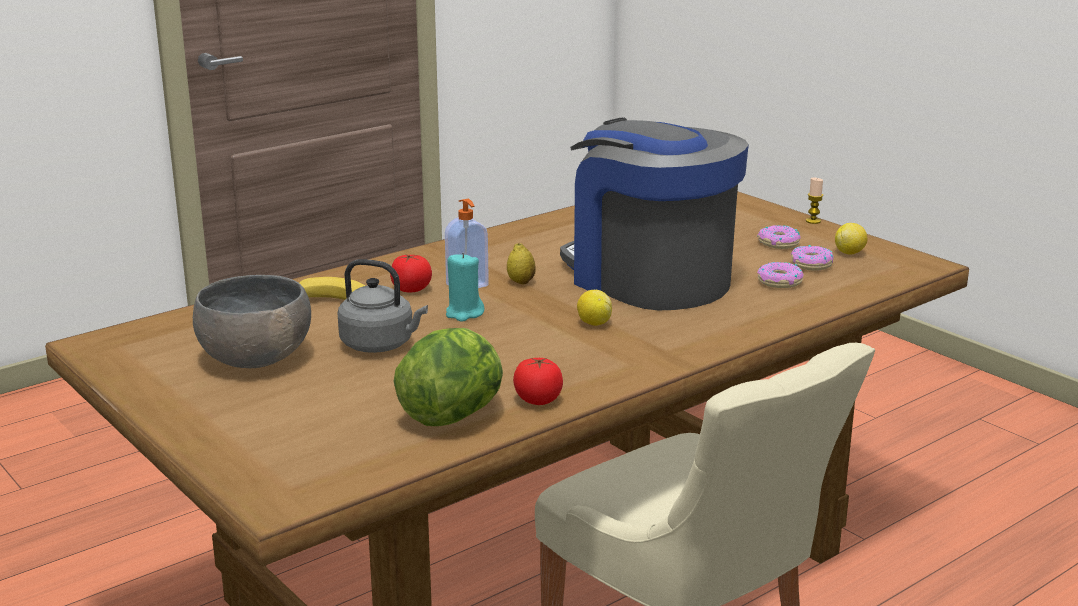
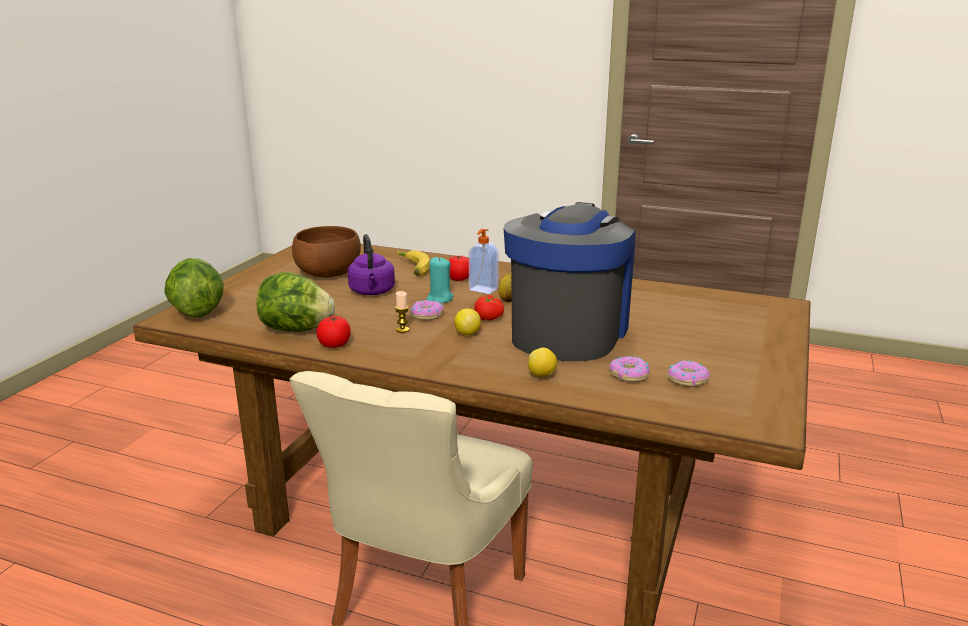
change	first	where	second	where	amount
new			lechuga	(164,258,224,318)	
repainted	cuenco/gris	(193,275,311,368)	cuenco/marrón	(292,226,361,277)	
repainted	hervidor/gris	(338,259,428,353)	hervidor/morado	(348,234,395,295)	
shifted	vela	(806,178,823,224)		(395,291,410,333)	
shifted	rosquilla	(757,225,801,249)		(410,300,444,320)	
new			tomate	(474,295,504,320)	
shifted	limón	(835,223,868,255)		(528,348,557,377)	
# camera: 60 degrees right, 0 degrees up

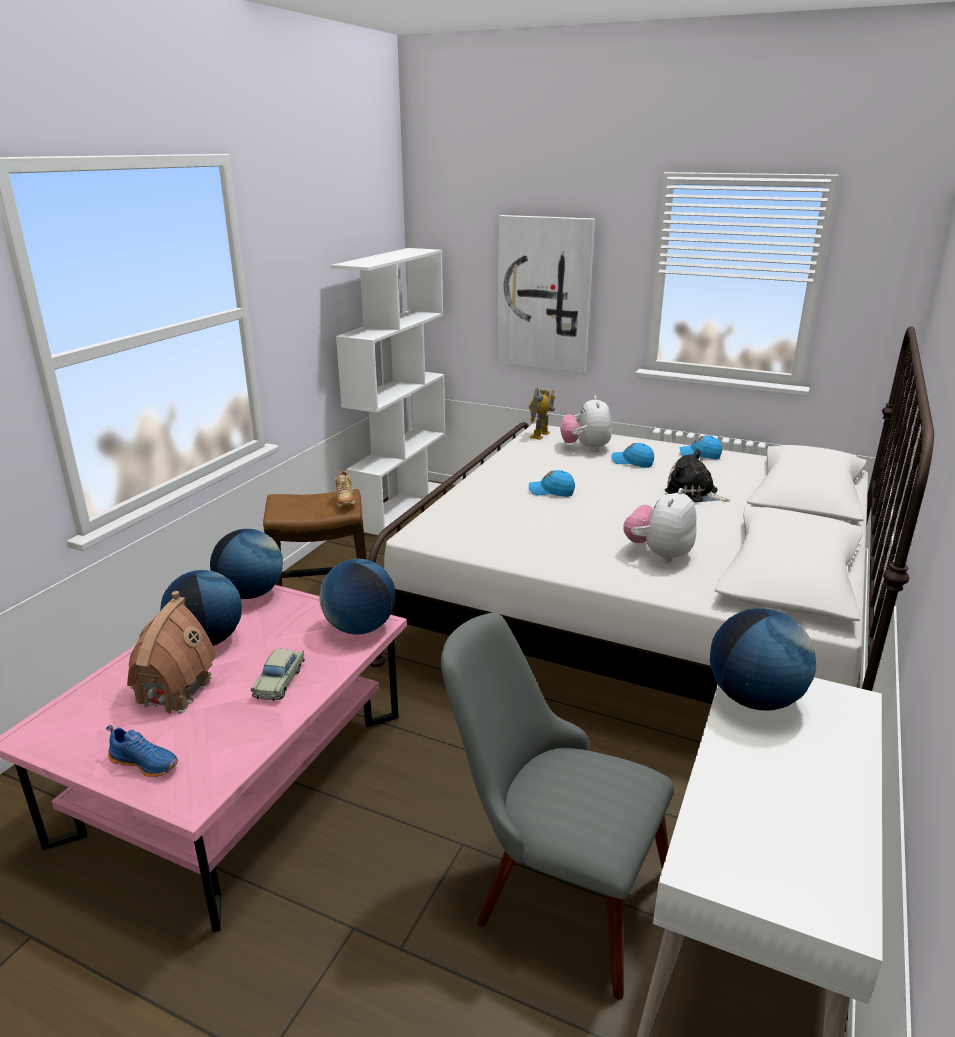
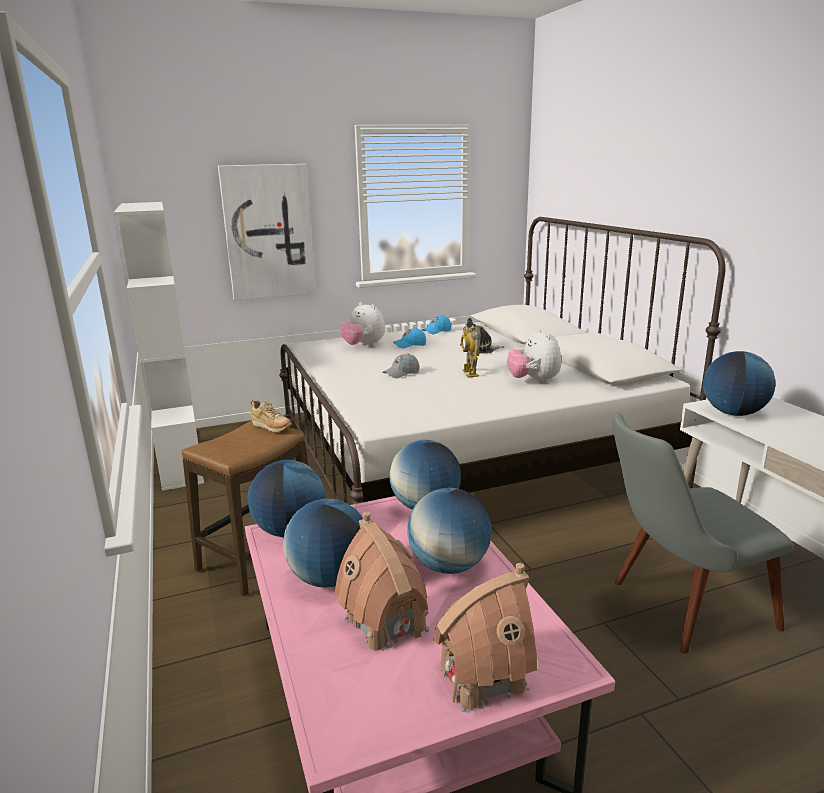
change	first	where	second	where	amount
repainted	gorra/azul	(529,470,575,497)	gorra/gris	(383,353,419,378)	
swapped	coche de juguete/beis	(251,648,305,701)	globo terráqueo	(407,488,491,574)	
swapped	zapato/azul	(106,725,178,777)	casita	(433,563,537,713)	
shifted	robot de juguete	(529,388,555,440)		(461,325,481,378)	
# camera: 45 degrees left, 5 degrees down

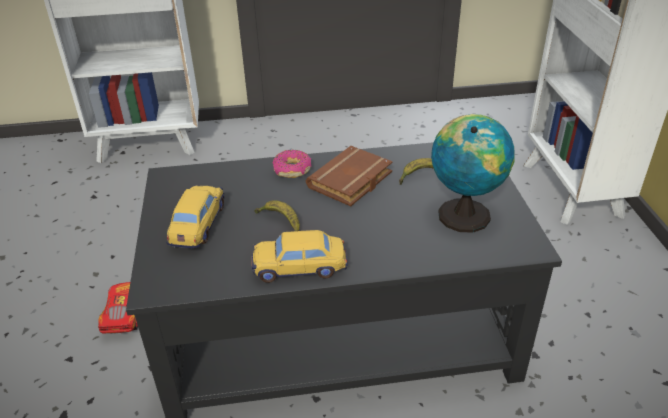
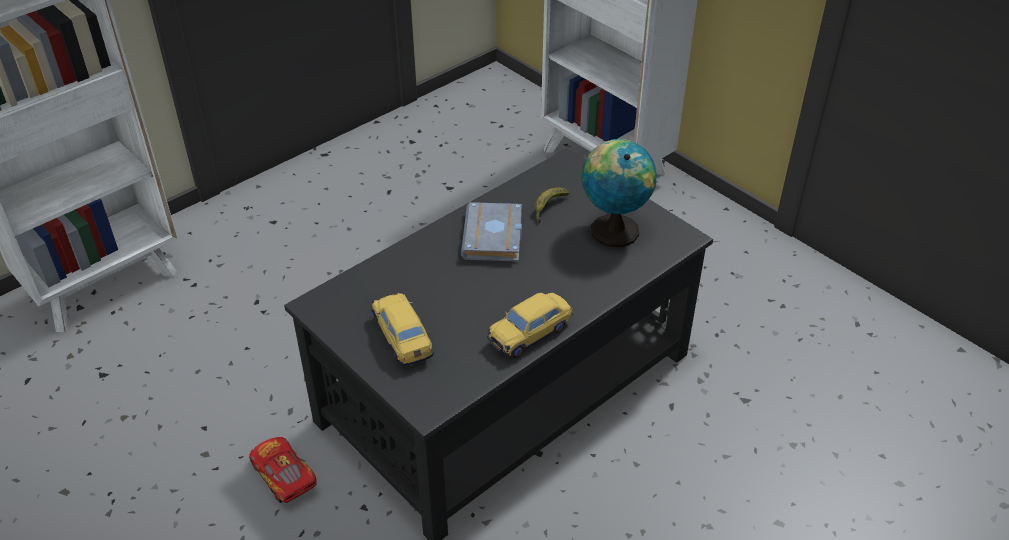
change	first	where	second	where	amount
repainted	libro/marrón	(306,146,393,206)	libro/gris	(461,202,522,262)	
gone	plátano	(255,200,300,231)			
gone	rosquilla	(272,150,312,178)			
# camera: 35 degrees left, 5 degrees up

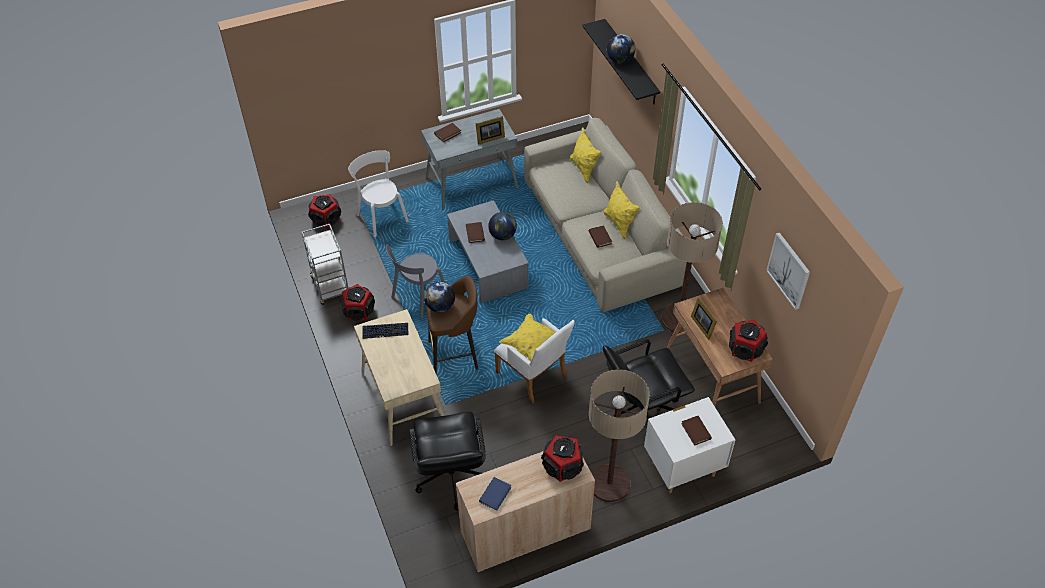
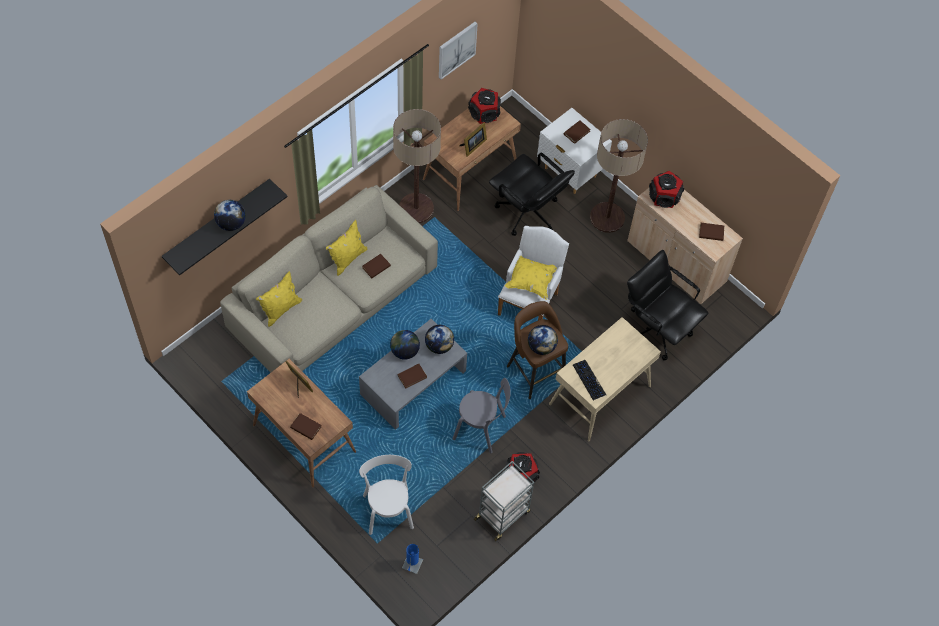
change	first	where	second	where	amount
repainted	escritorio/gris	(421,109,518,210)	escritorio/marrón	(247,359,356,488)	
rotated	silla/blanco	(348,150,409,237)		(359,455,414,535)	135 degrees clockwise
swapped	altavoz	(308,194,341,229)	lámpara de mesa/azul	(402,544,423,574)	
new			globo terráqueo	(425,325,454,354)	
rotated	silla de oficina/negro	(410,411,486,511)		(627,250,708,361)	105 degrees counterclockwise
repainted	libro/azul	(479,477,511,511)	libro/marrón	(699,223,724,241)	
# camera: 115 degrees left, 10 degrees up

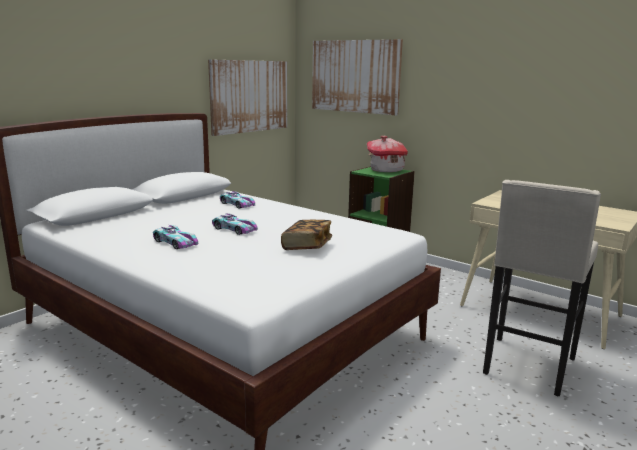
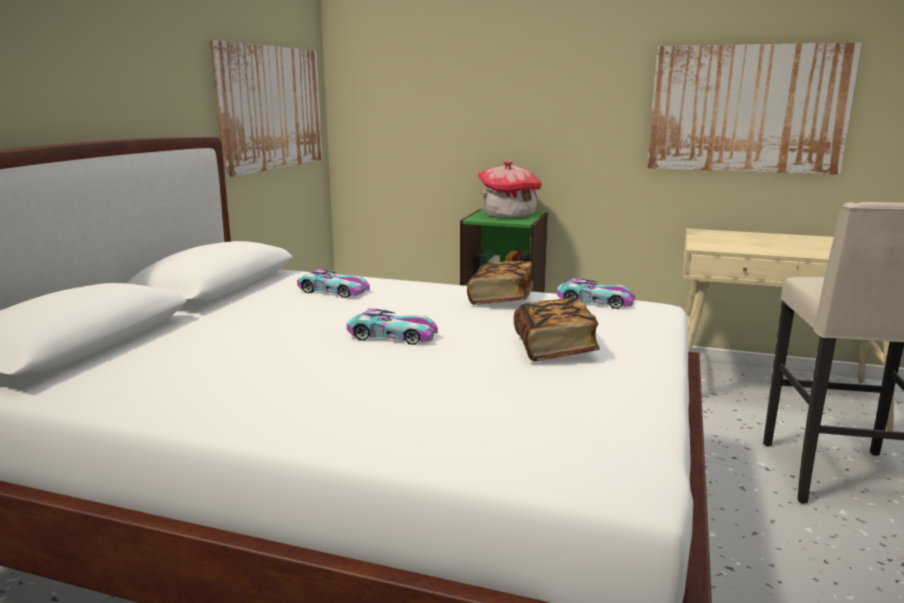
change	first	where	second	where	amount
new			libro	(467,261,533,305)	
shifted	coche de juguete	(153,225,198,249)		(557,278,635,309)	
shifted	cuadro	(312,39,403,115)		(647,42,862,175)	
# camera: 20 degrees left, 0 degrees up

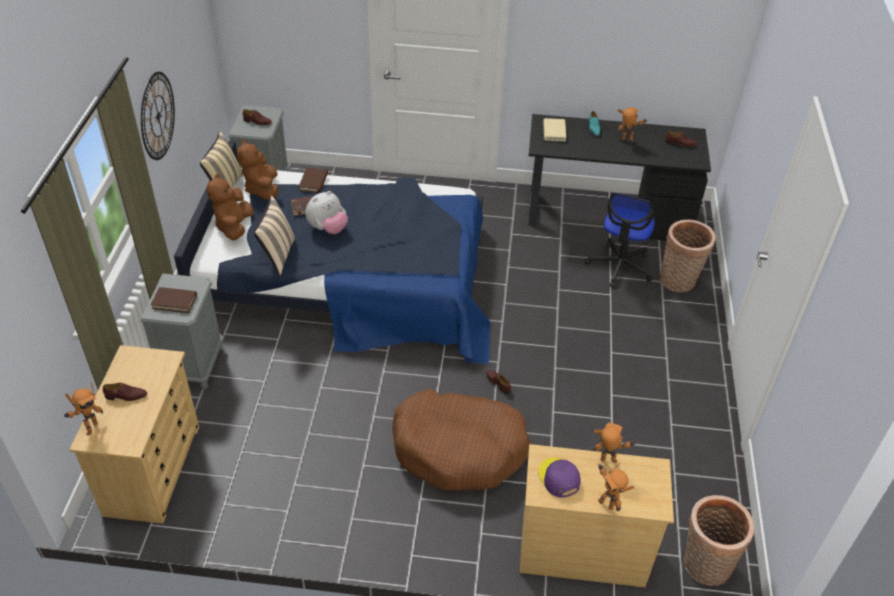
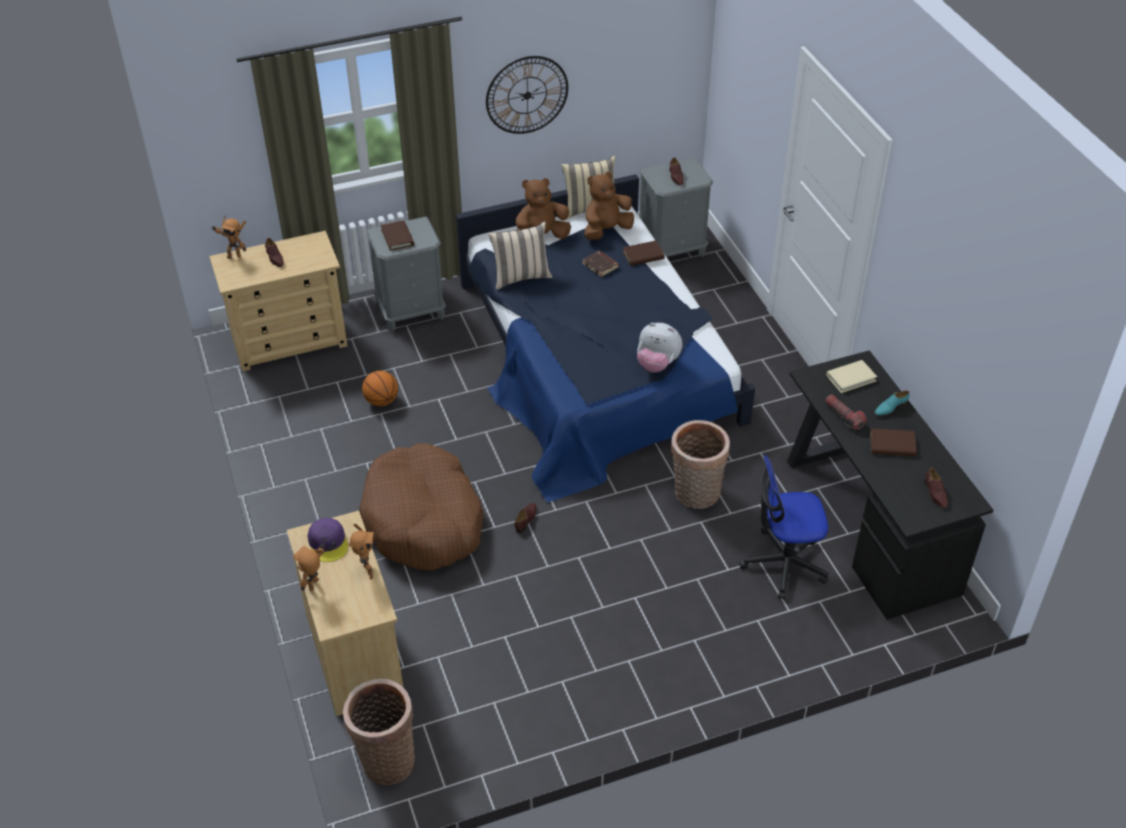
change	first	where	second	where	amount
rotated	gorra/morado	(538,458,581,498)		(307,518,348,562)	120 degrees clockwise
new			balón de baloncesto	(362,371,398,406)	
shifted	peluche	(305,191,348,234)		(637,323,682,373)	
shifted	cesta	(660,219,716,292)		(671,420,730,509)	
new			linterna	(825,394,866,430)	
swapped	robot de juguete	(617,107,647,142)	libro/marrón	(870,428,917,456)	
# camera: 65 degrees right, 0 degrees up

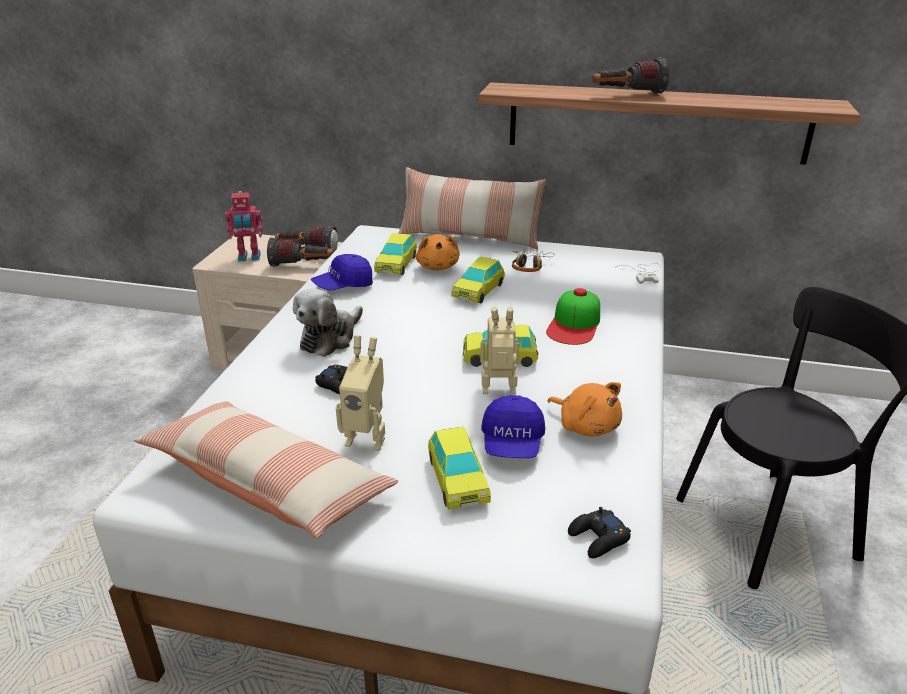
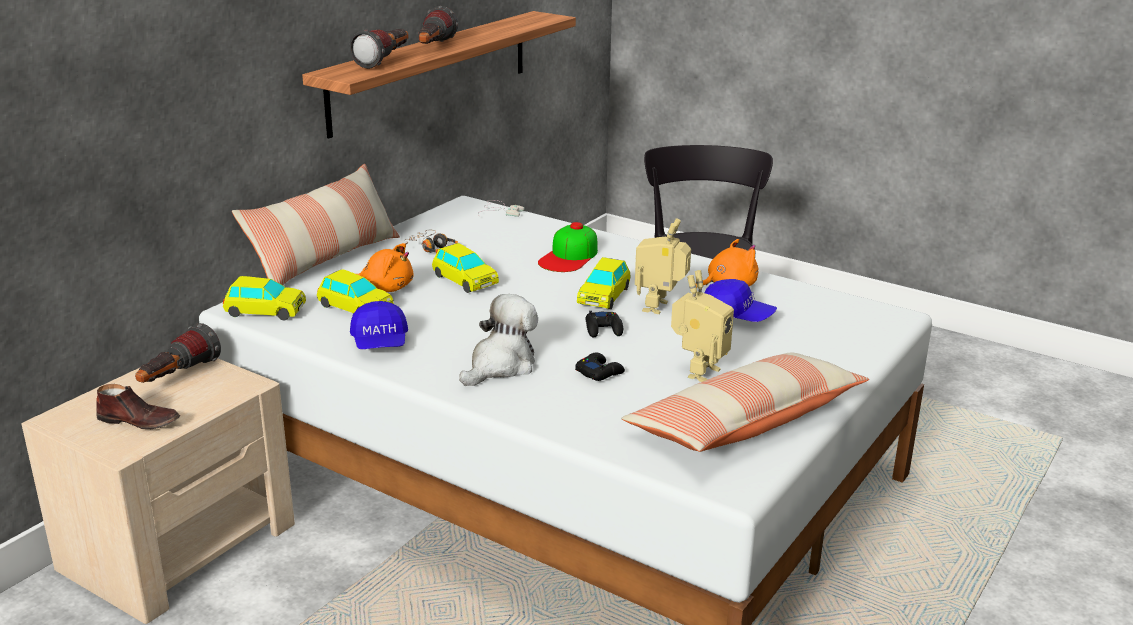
change	first	where	second	where	amount
swapped	robot de juguete	(225,191,263,261)	zapato/marrón	(96,384,180,429)	
shifted	coche de juguete	(428,427,491,510)		(223,276,306,320)	
shifted	linterna	(267,237,334,267)		(349,29,409,69)	
rotated	peluche	(293,288,363,357)		(459,294,538,386)	105 degrees counterclockwise
rotated	gorra	(546,288,600,345)		(538,222,598,272)	75 degrees clockwise
shifted	mando de consola/negro	(568,507,631,558)		(586,311,623,338)	
# camera: 70 degrees left, 5 degrees down

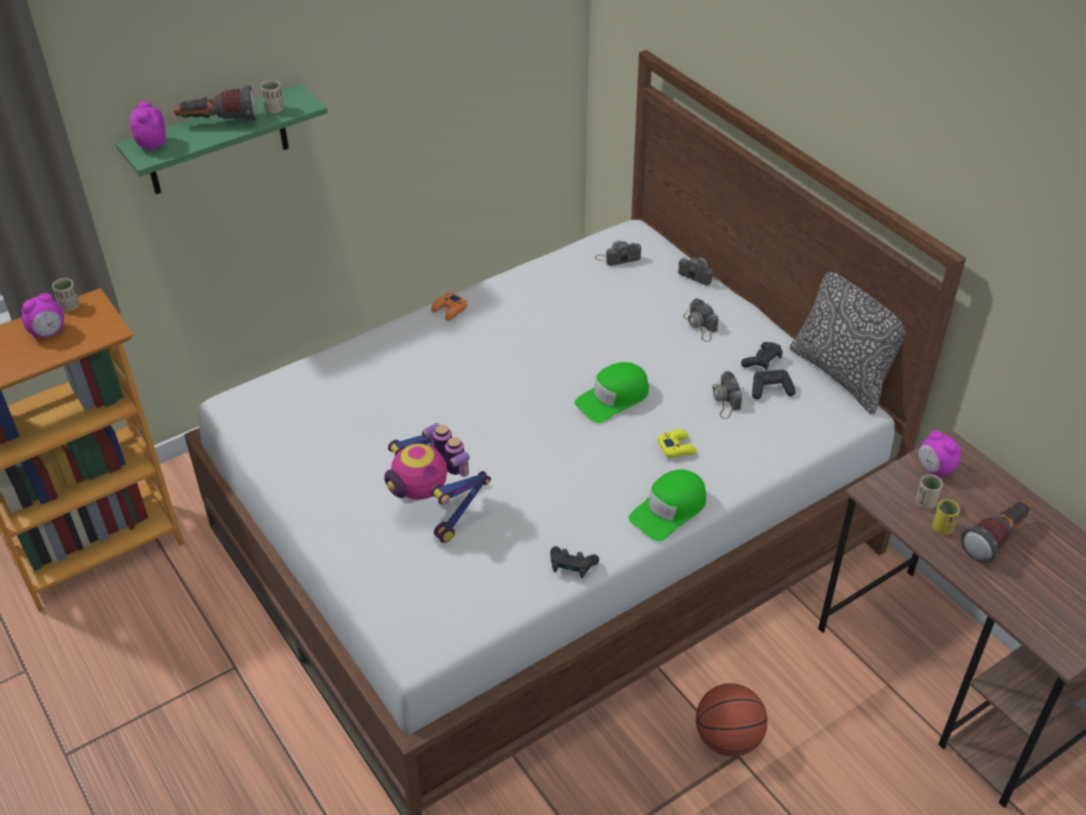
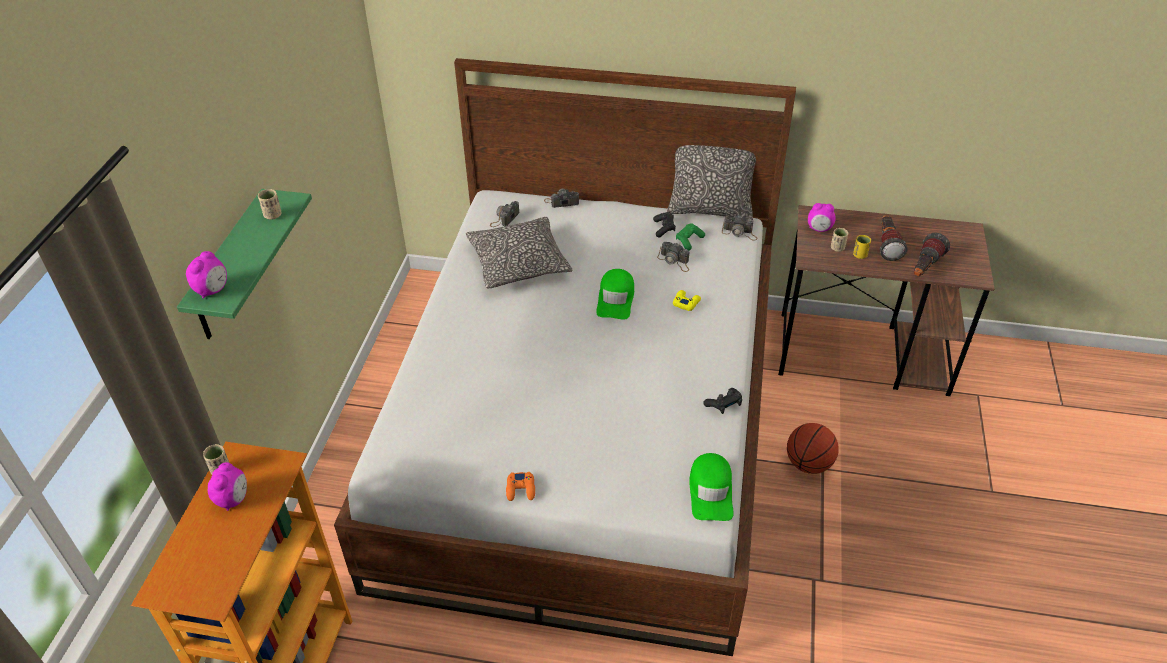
change	first	where	second	where	amount
rotated	despertador	(130,102,166,152)		(186,251,227,299)	105 degrees counterclockwise
new			cojín	(466,217,573,288)	
shifted	mando de consola/naranja	(431,292,467,321)		(506,472,535,501)	
repainted	mando de consola/negro	(752,370,796,400)	mando de consola/verde	(676,223,705,251)	
shifted	gorra/verde	(629,469,706,541)		(689,453,734,521)	
shifted	cámara	(683,298,718,342)		(722,215,757,241)	
shifted	linterna	(174,85,257,122)		(914,233,950,276)	
gone	robot de juguete	(384,423,491,543)			
# camera: 45 degrees left, 0 degrees up

